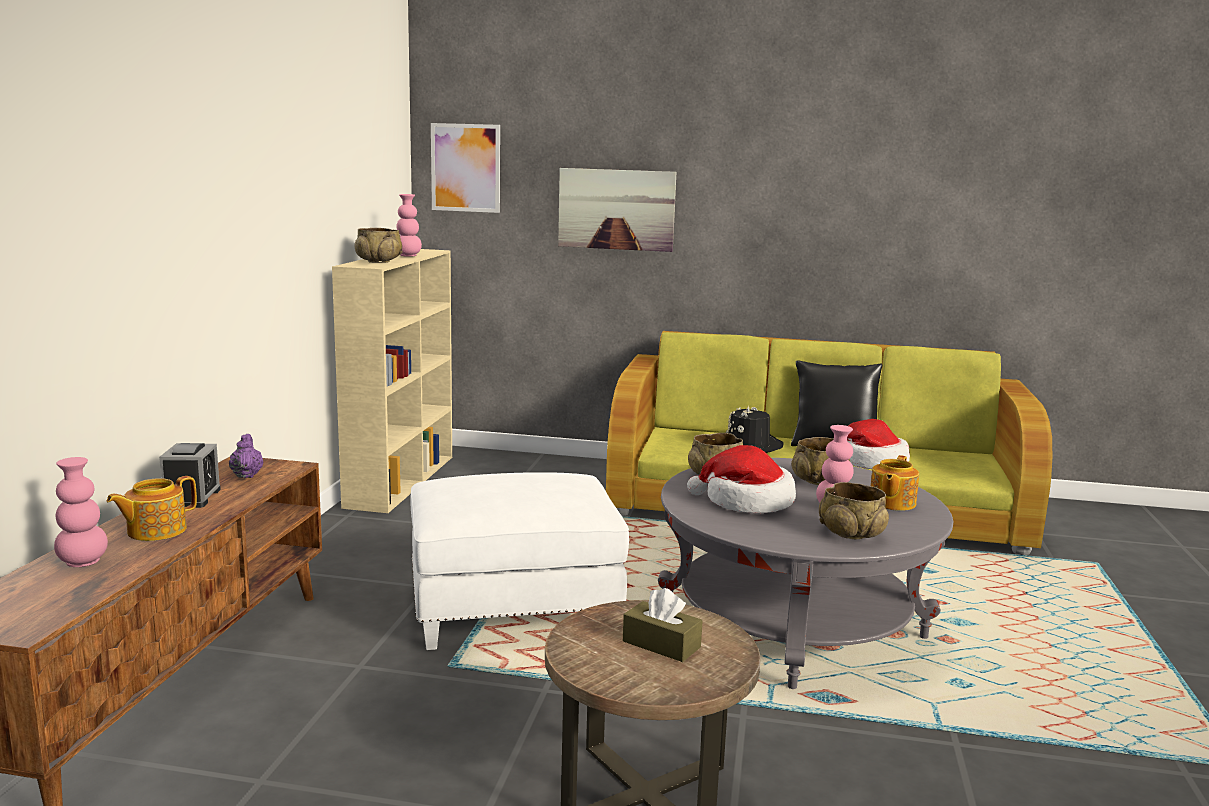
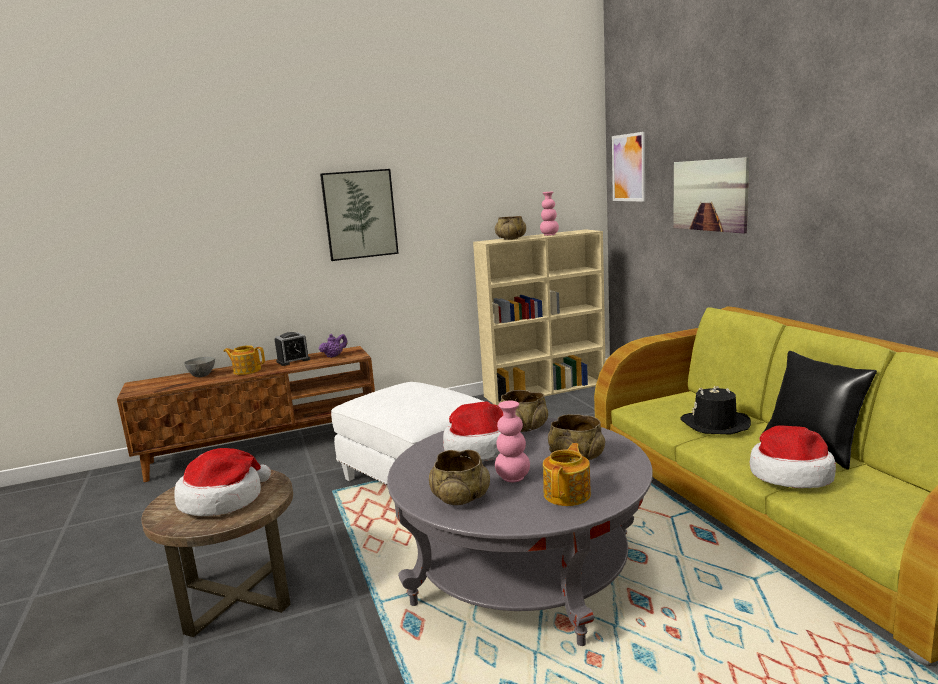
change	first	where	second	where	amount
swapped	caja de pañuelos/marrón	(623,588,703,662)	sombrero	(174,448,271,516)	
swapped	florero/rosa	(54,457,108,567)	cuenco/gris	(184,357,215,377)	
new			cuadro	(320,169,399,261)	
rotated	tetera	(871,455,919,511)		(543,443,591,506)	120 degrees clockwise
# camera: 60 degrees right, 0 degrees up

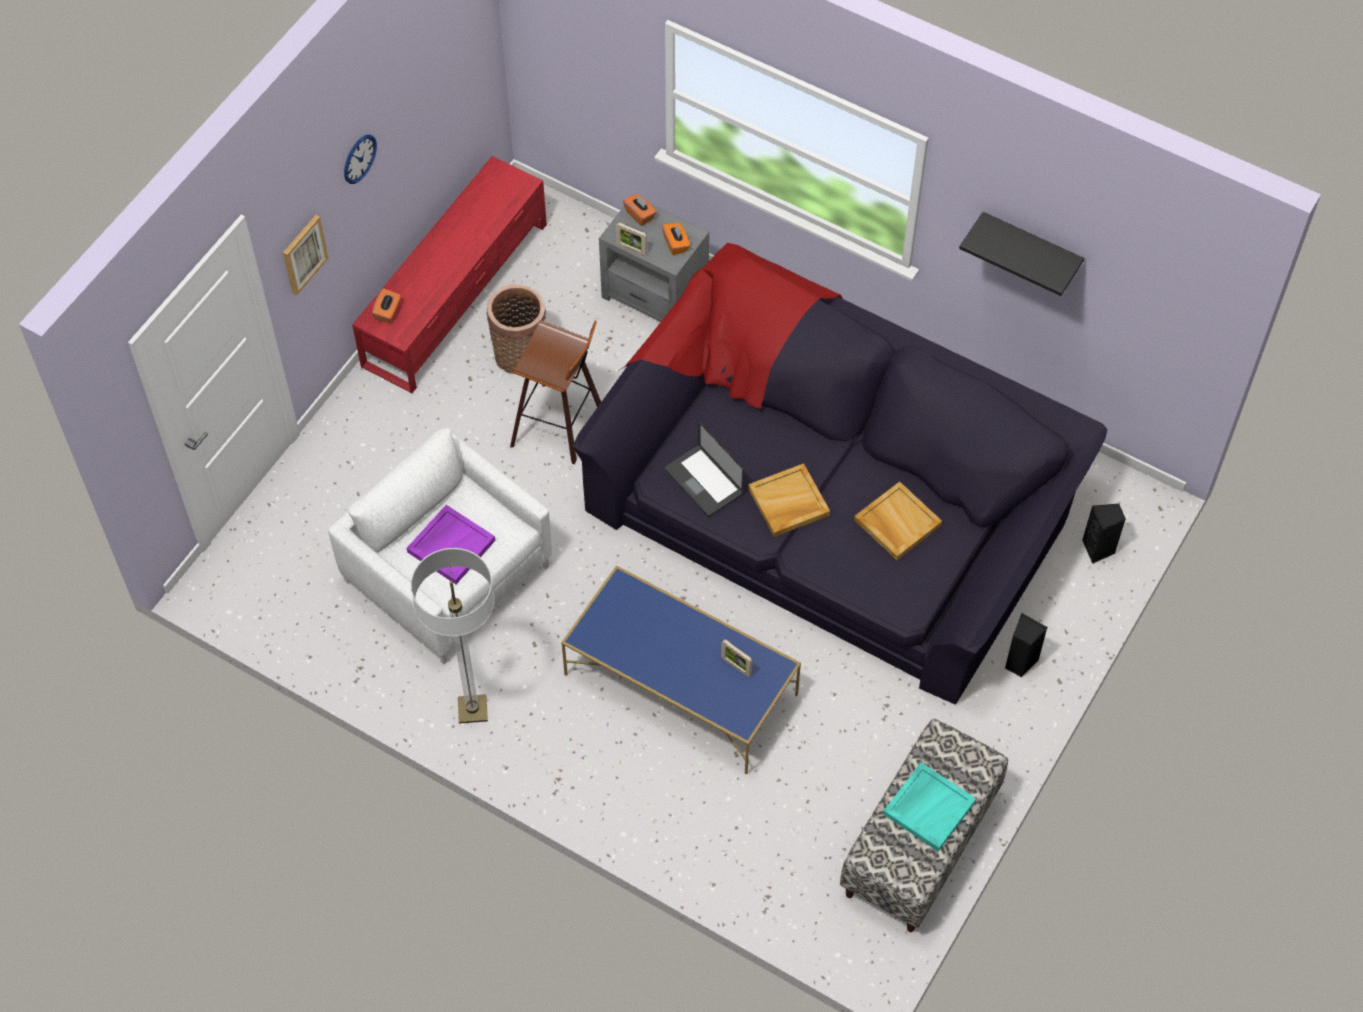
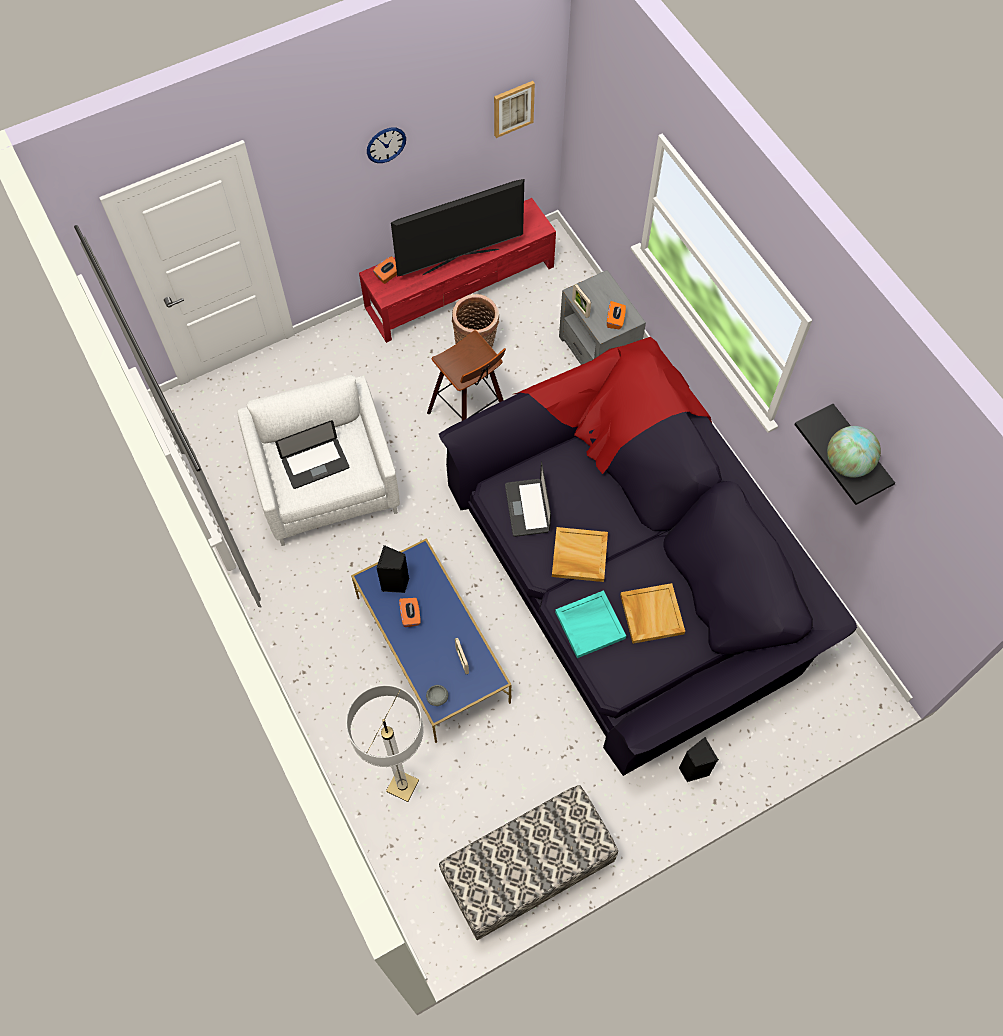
change	first	where	second	where	amount
swapped	bandeja/morado	(407,505,495,584)	portátil	(275,420,349,489)	
shifted	lámpara de pie	(411,548,495,724)		(346,685,424,802)	
shifted	altavoz/negro	(1082,503,1126,564)		(376,545,409,593)	
new			televisor	(391,179,524,276)	
shifted	caja de pañuelos/naranja	(623,194,657,226)		(399,598,421,627)	
new			cuenco/gris	(426,685,448,706)	
shifted	cuadro	(283,215,329,296)		(494,81,535,138)	
shifted	bandeja/turquesa	(883,762,976,851)		(555,590,626,658)	
new			globo terráqueo	(827,426,881,478)	
# camera: 30 degrees right, 5 degrees up

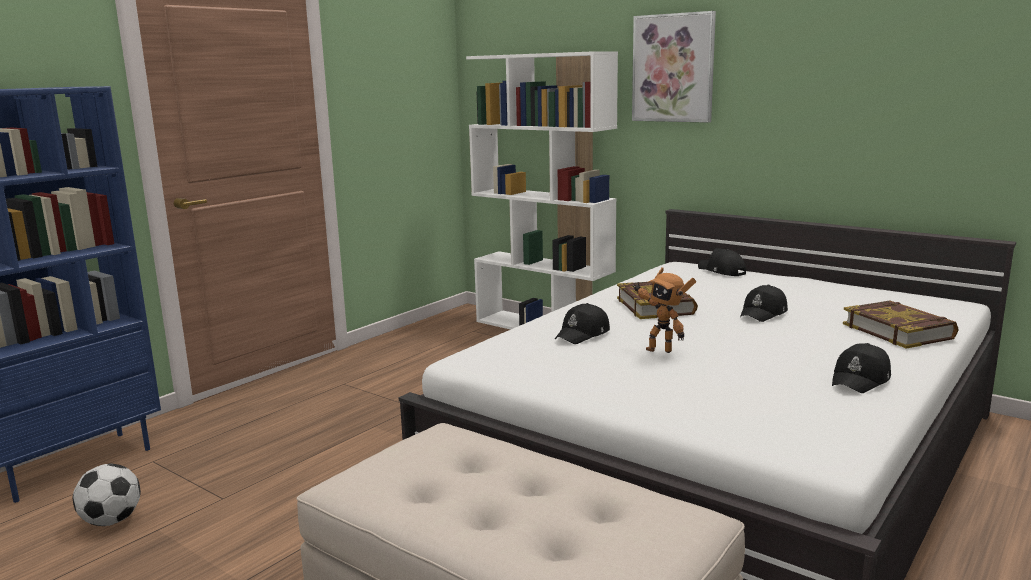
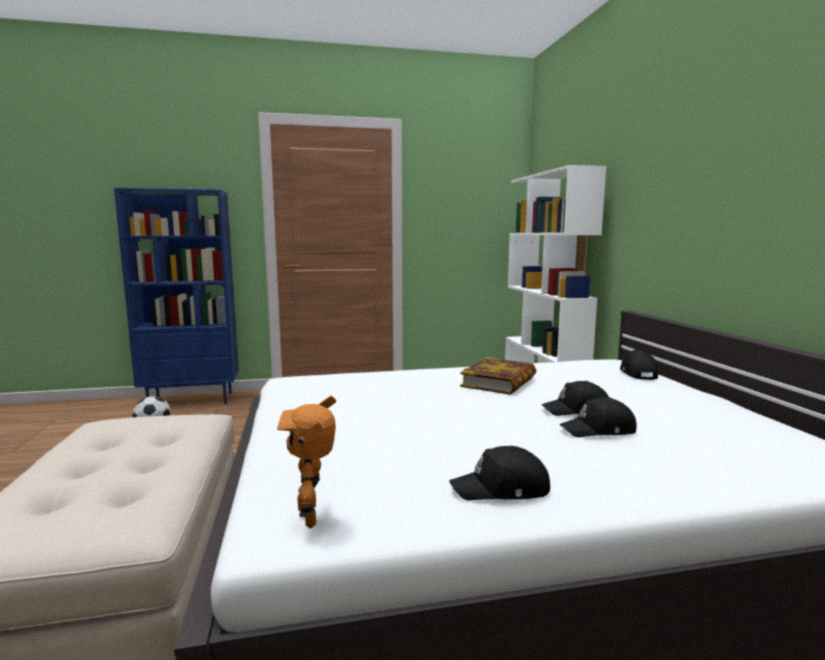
change	first	where	second	where	amount
shifted	robot de juguete	(632,267,696,353)		(277,396,336,528)	
shifted	gorra/negro	(555,303,610,344)		(560,397,637,437)	
gone	cuadro	(632,11,716,123)			
gone	libro	(843,301,958,349)			
# camera: 40 degrees right, 5 degrees down

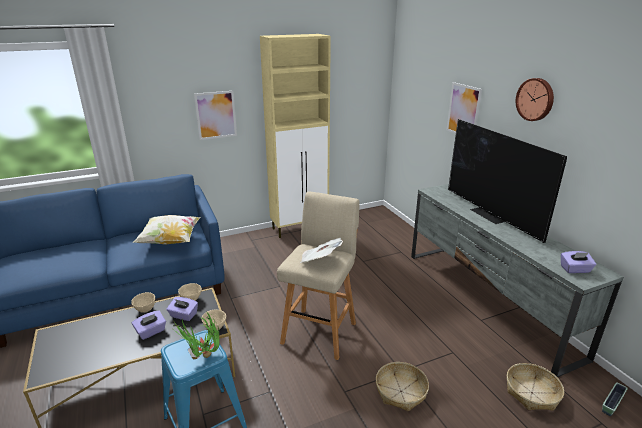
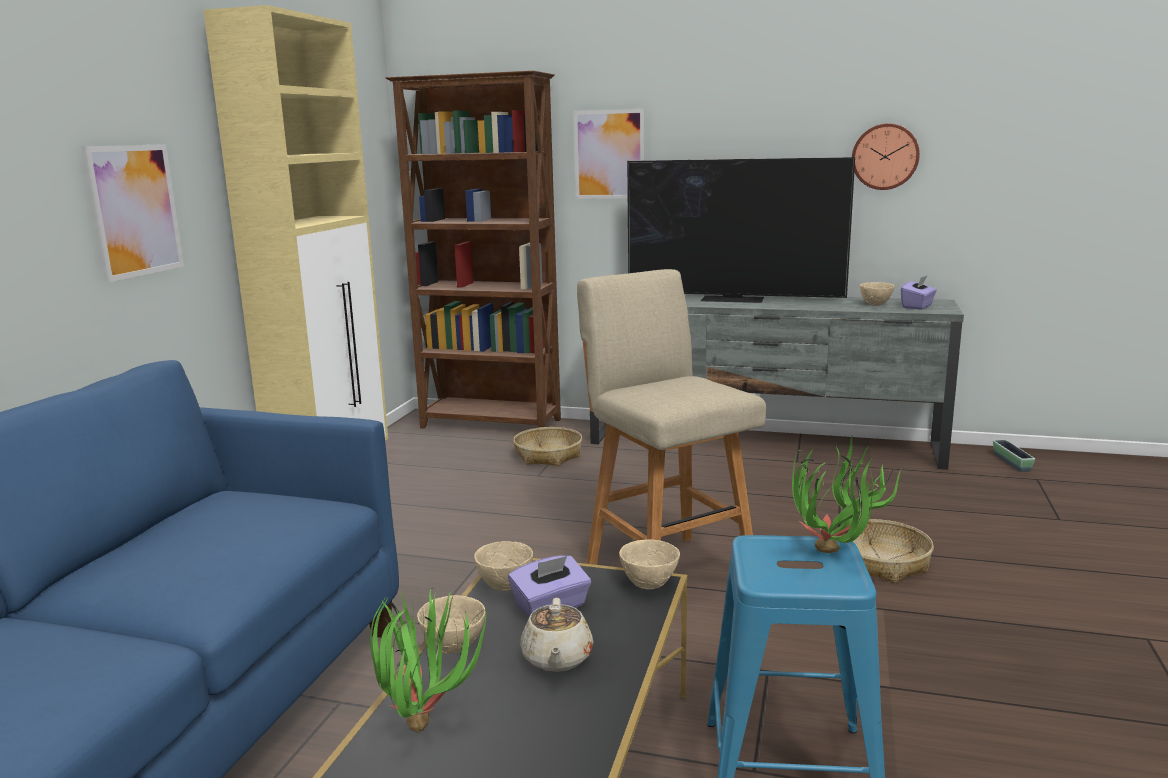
change	first	where	second	where	amount
new			planta en maceta	(370,586,486,733)	
new			estantería/marrón	(386,71,561,428)	
shifted	cesta	(507,363,564,411)		(513,427,582,466)	
swapped	caja de pañuelos/morado	(132,310,166,340)	tetera/beis	(520,598,593,672)	
shifted	reloj de pared	(516,78,554,121)		(852,123,920,190)	
new			cuenco/beis	(860,282,894,306)	
gone	cojín	(132,215,201,245)			
gone	periódico	(300,238,343,263)			
# camera: 50 degrees left, 10 degrees down

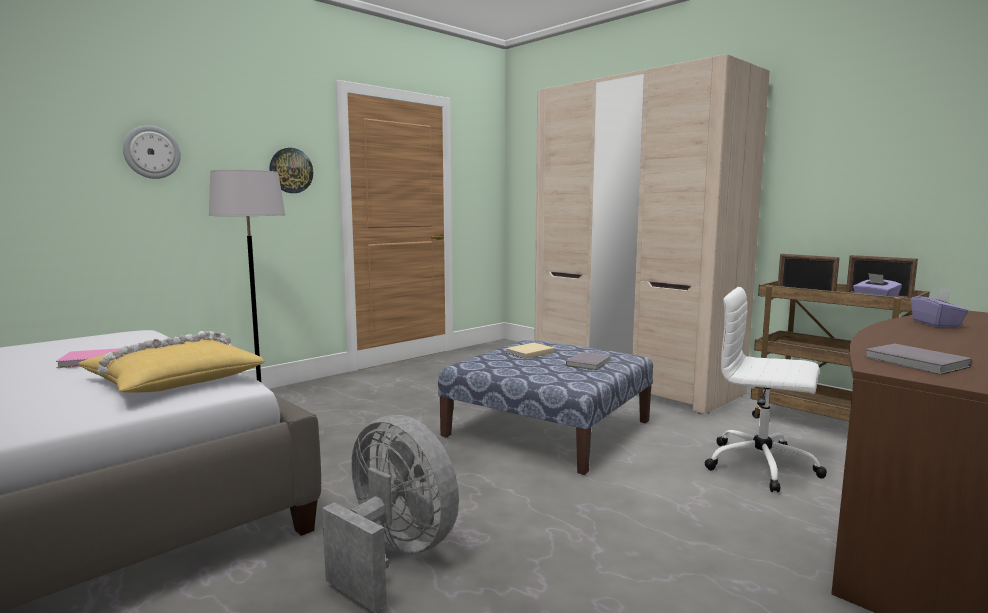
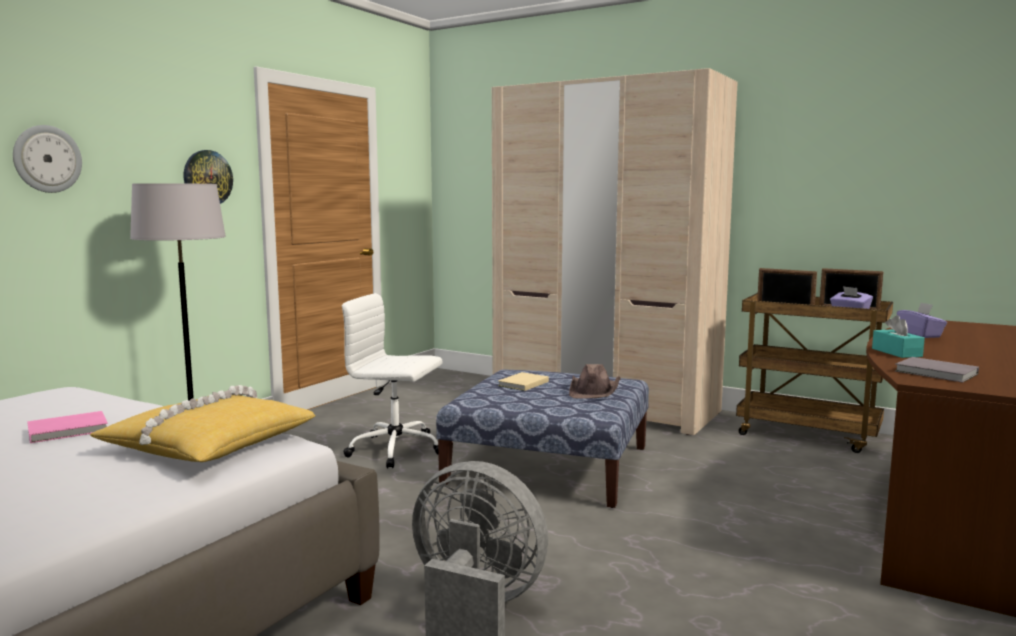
change	first	where	second	where	amount
shifted	silla de oficina/blanco	(705,287,827,493)		(342,293,443,468)	
swapped	libro/gris	(566,352,611,370)	sombrero/marrón	(569,364,621,399)	
new			caja de pañuelos/turquesa	(872,315,925,358)	
# camera: 15 degrees left, 0 degrees up

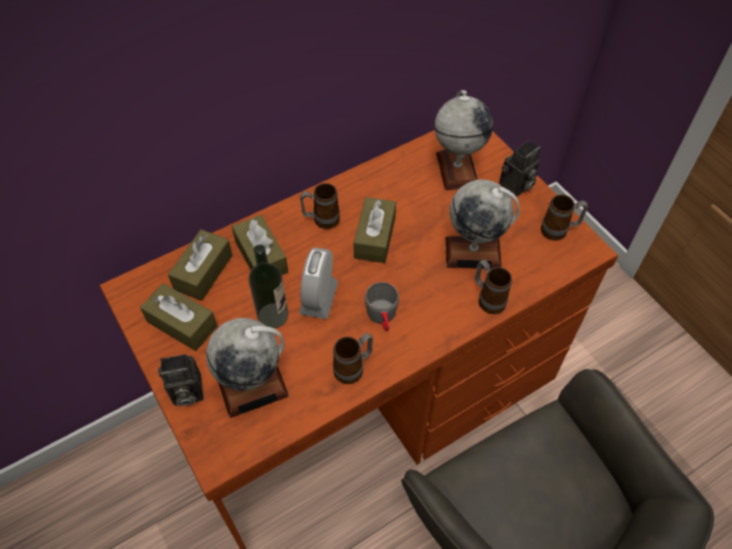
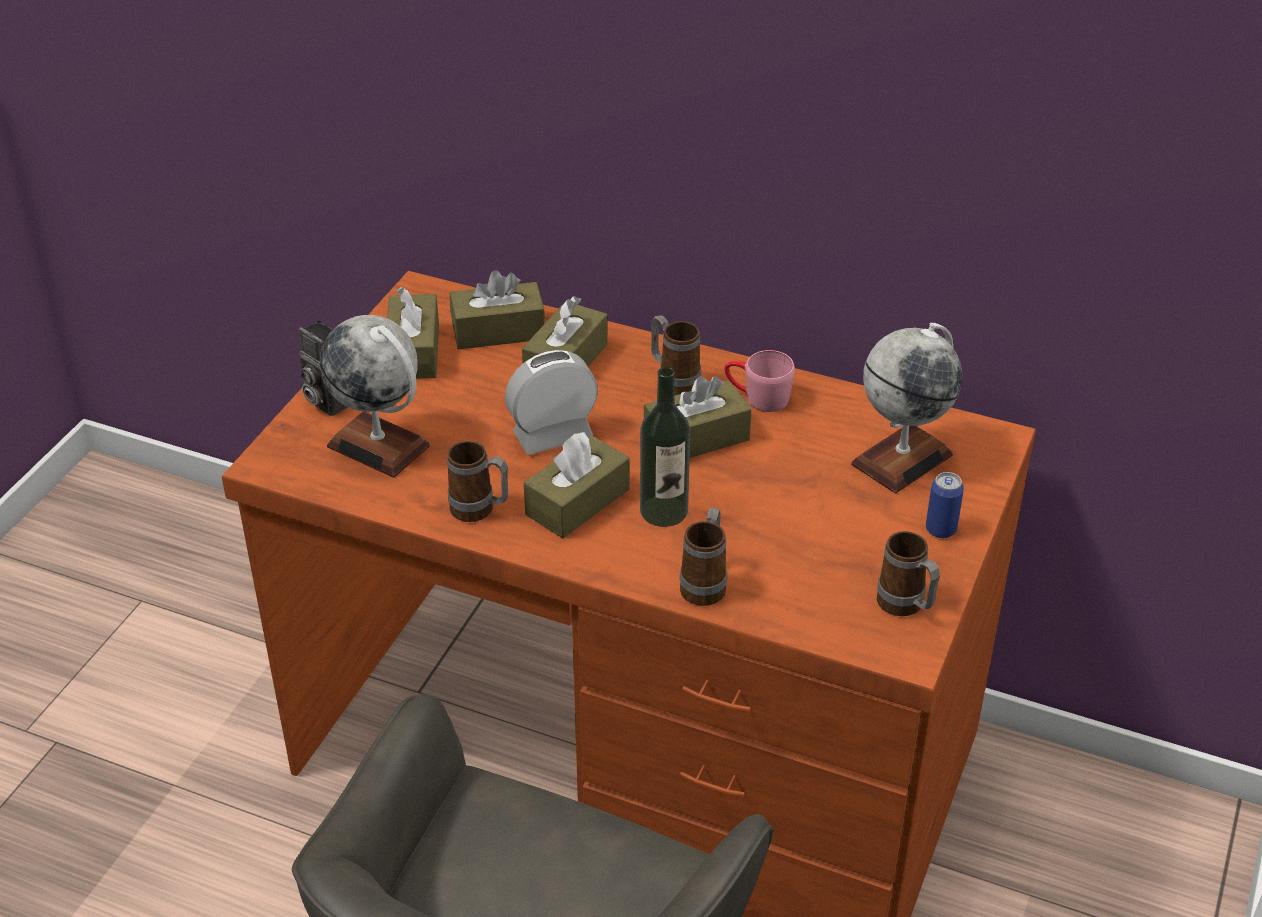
change	first	where	second	where	amount
swapped	taza grande/gris	(365,282,399,331)	caja de pañuelos/marrón	(524,432,630,538)	
shifted	botella	(249,244,288,328)		(640,367,690,527)	
new			taza grande/rosa	(724,350,795,412)	
swapped	cámara	(499,140,541,197)	lata	(926,472,964,538)	
gone	globo terráqueo	(445,179,520,269)			
# camera: 55 degrees right, 15 degrees down

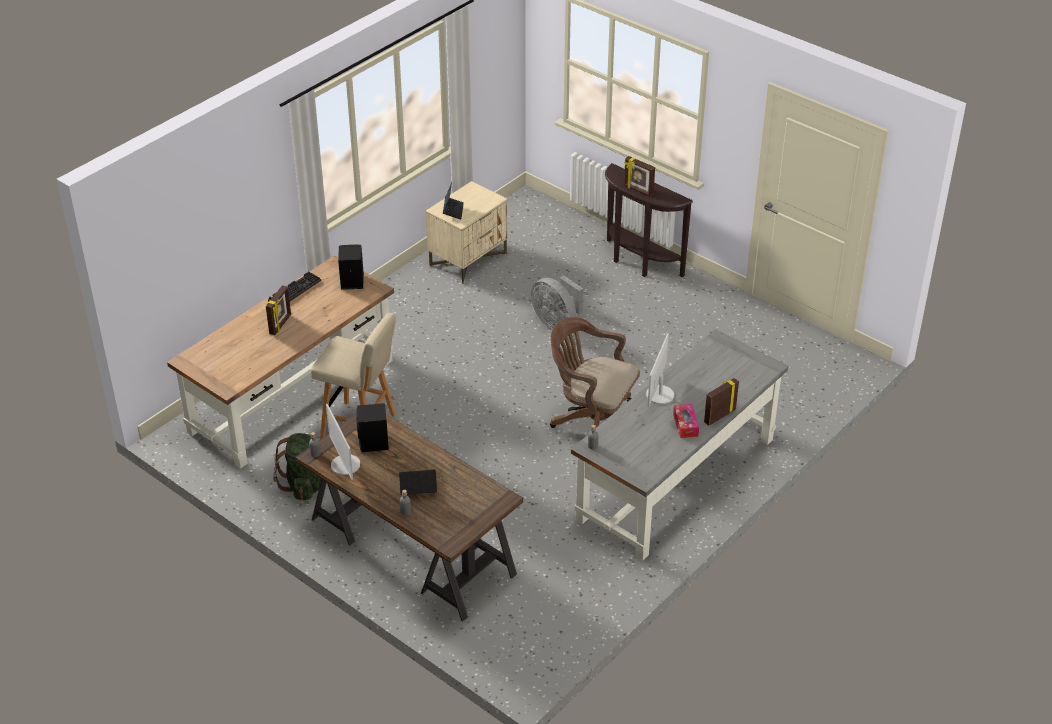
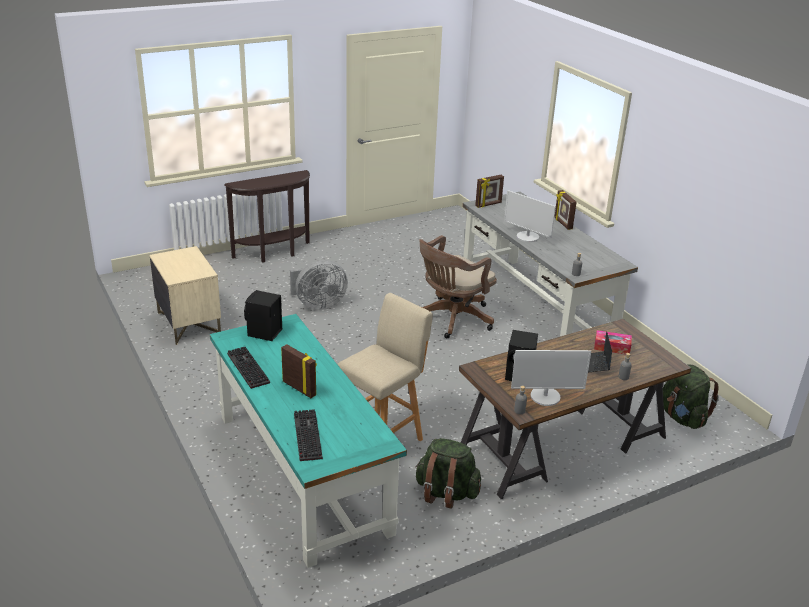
change	first	where	second	where	amount
repainted	escritorio/marrón	(167,255,394,469)	escritorio/turquesa	(210,314,407,568)	
new			teclado	(294,409,323,461)	
shifted	portarretratos	(624,156,655,197)		(475,175,504,208)	
shifted	caja de pañuelos	(673,404,699,438)		(594,330,632,354)	
new			mochila/verde	(663,365,719,429)	
gone	portátil	(443,182,464,219)			
# camera: 70 degrees left, 10 degrees down

